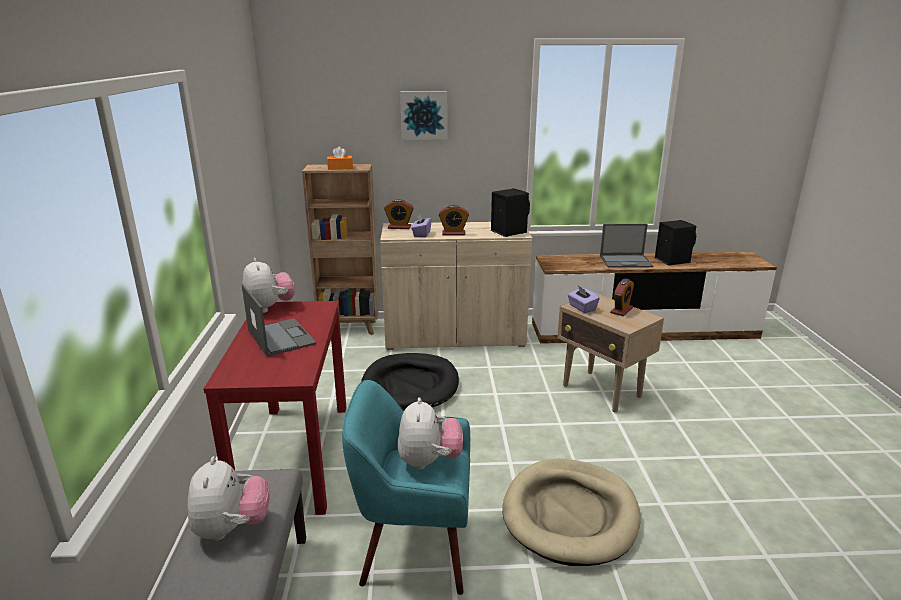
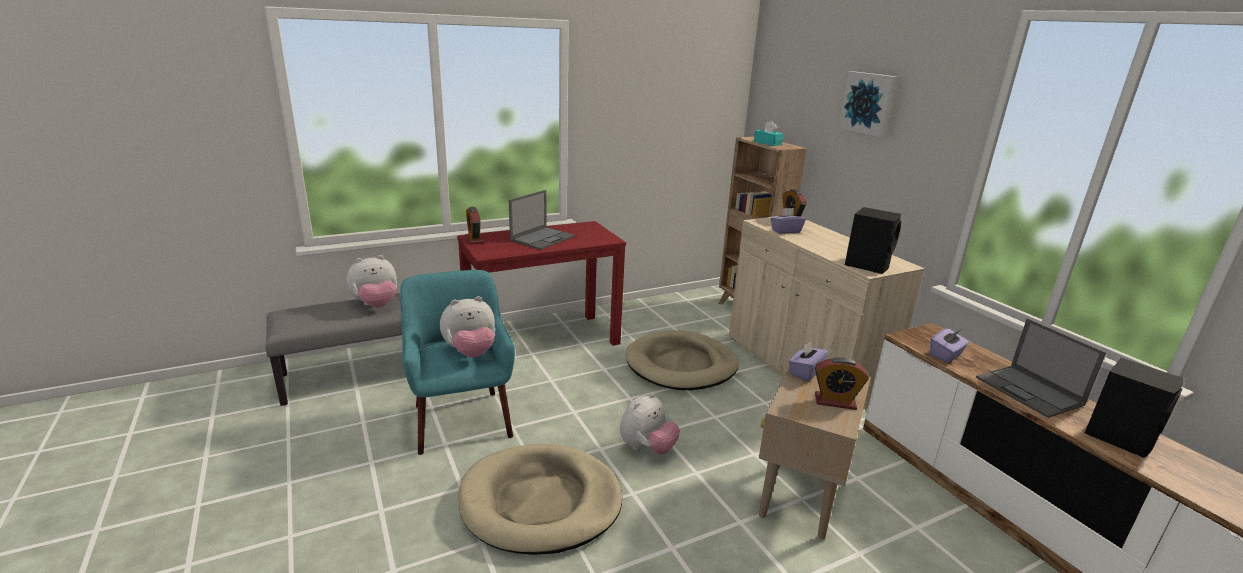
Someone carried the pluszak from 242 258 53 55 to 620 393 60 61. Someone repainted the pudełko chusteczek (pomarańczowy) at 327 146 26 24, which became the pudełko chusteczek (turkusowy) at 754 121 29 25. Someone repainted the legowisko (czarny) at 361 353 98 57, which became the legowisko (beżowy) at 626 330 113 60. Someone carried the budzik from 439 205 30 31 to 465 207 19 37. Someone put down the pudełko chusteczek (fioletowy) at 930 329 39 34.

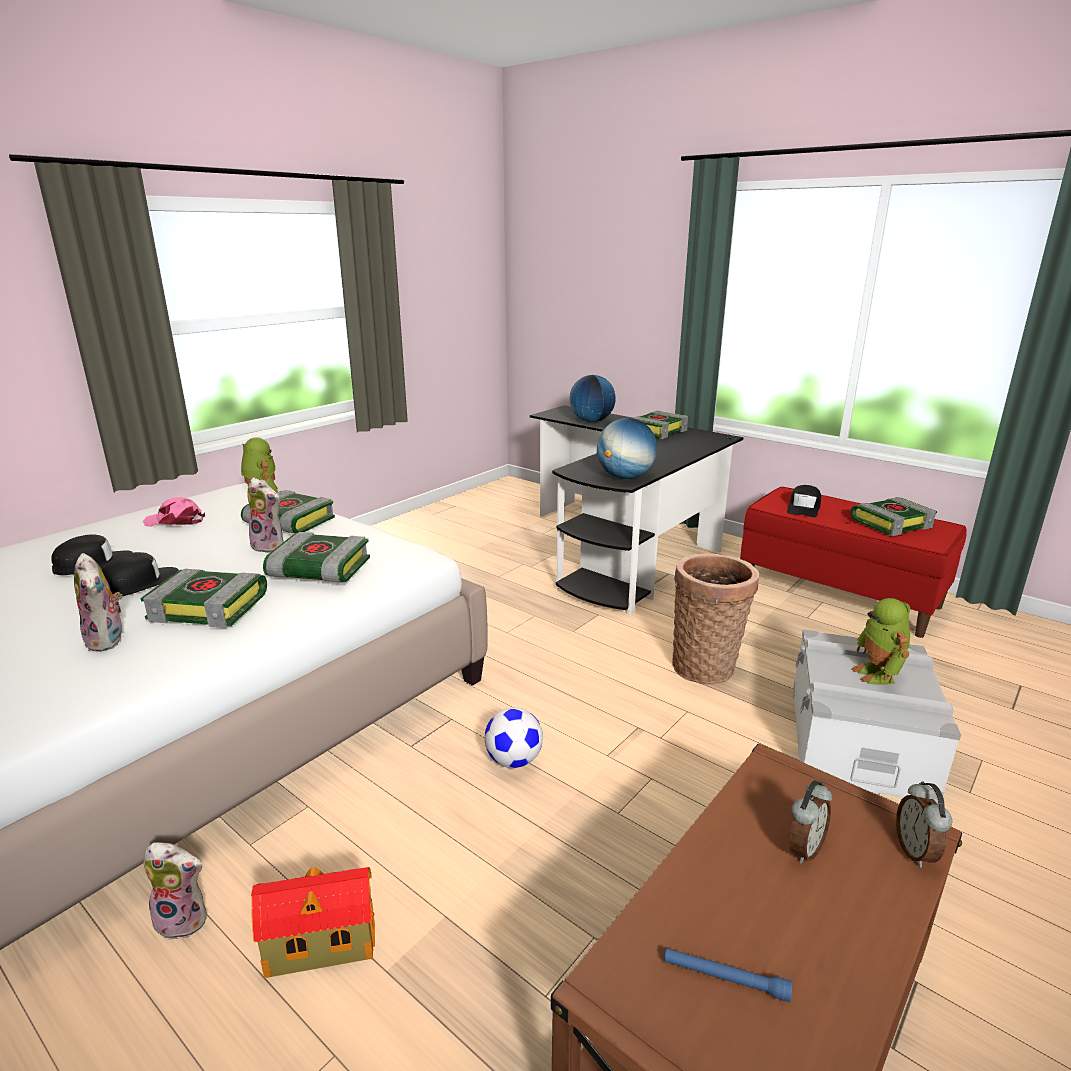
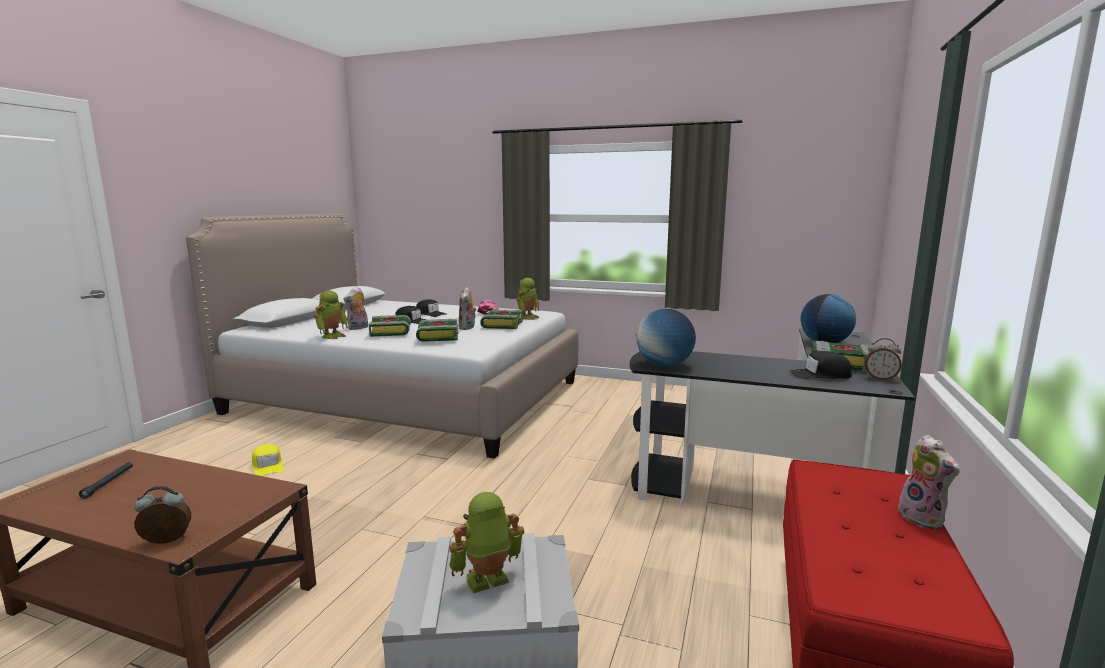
Someone carried the pluszak from 143 842 64 97 to 898 435 62 94. Someone swapped the domek at 251 867 124 111 for the czapka z daszkiem (żółty) at 252 444 32 32. Someone took away the piłka futbolowa at 484 707 59 61. Someone repainted the latarka (niebieski) at 664 948 128 54, which became the latarka (czarny) at 79 462 54 37. Someone took away the koszyk at 672 553 87 131. Someone carried the czapka z daszkiem (czarny) from 787 485 34 32 to 790 351 62 28. Someone carried the budzik from 789 780 43 84 to 865 338 37 43. Someone took away the książka at 850 497 87 39. Someone put down the robot zabawkowy at 314 290 34 49.

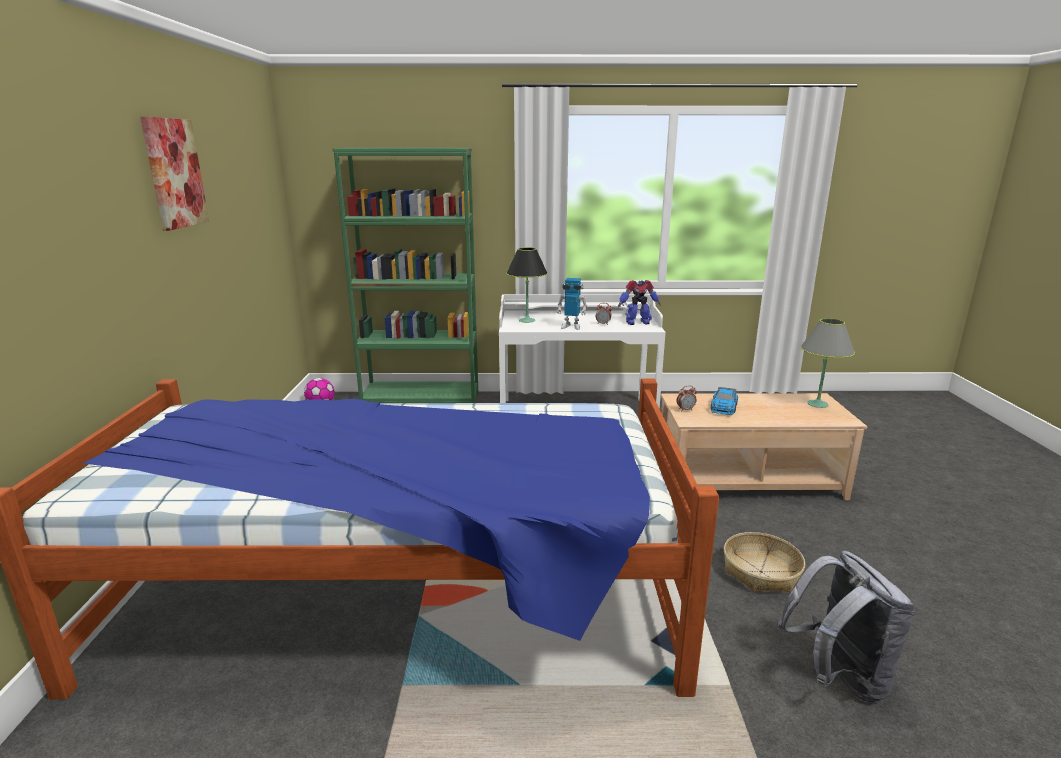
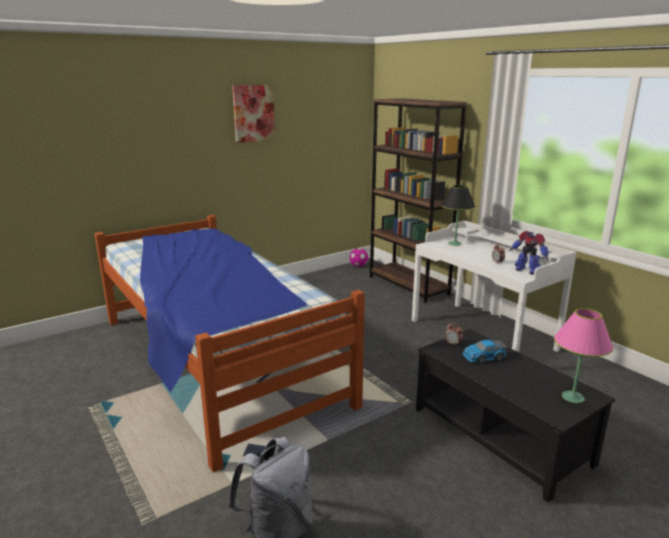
Someone repainted the regał (zielony) at 333 148 145 255, which became the regał (brązowy) at 370 98 97 205. Someone took away the robot zabawkowy at 557 278 30 52. Someone repainted the ława (beżowy) at 661 393 206 107, which became the ława (czarny) at 416 329 199 173. Someone took away the koszyk at 724 532 81 60. Someone repainted the lampa stołowa (szary) at 801 318 54 90, which became the lampa stołowa (różowy) at 554 308 59 95.

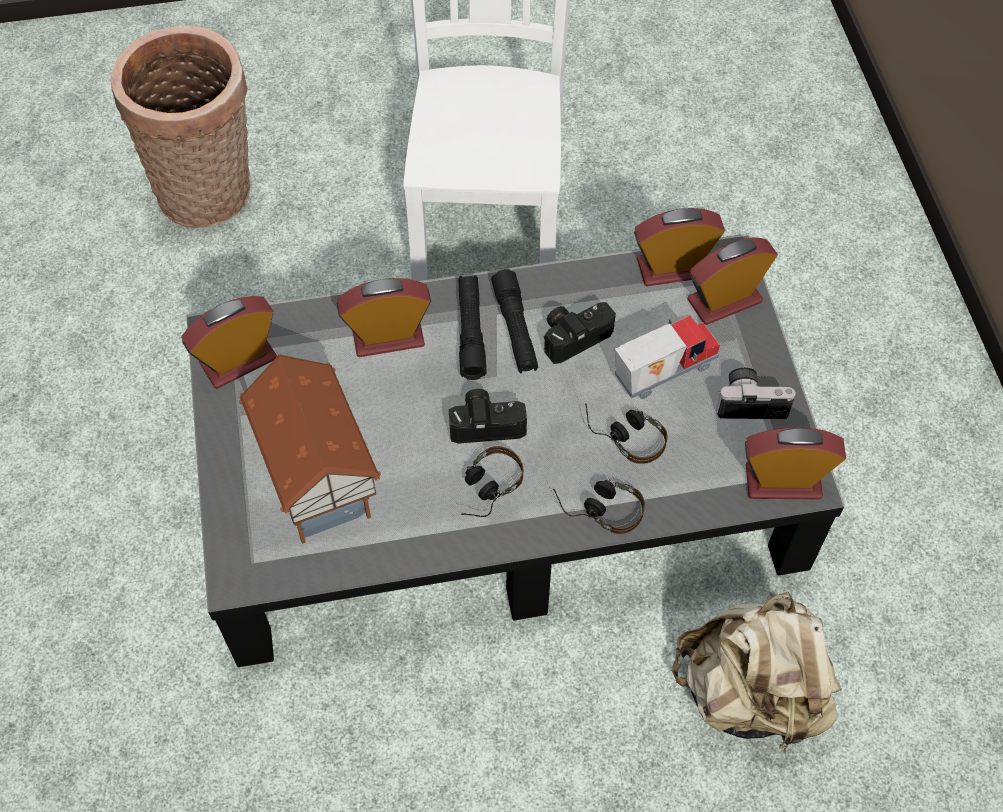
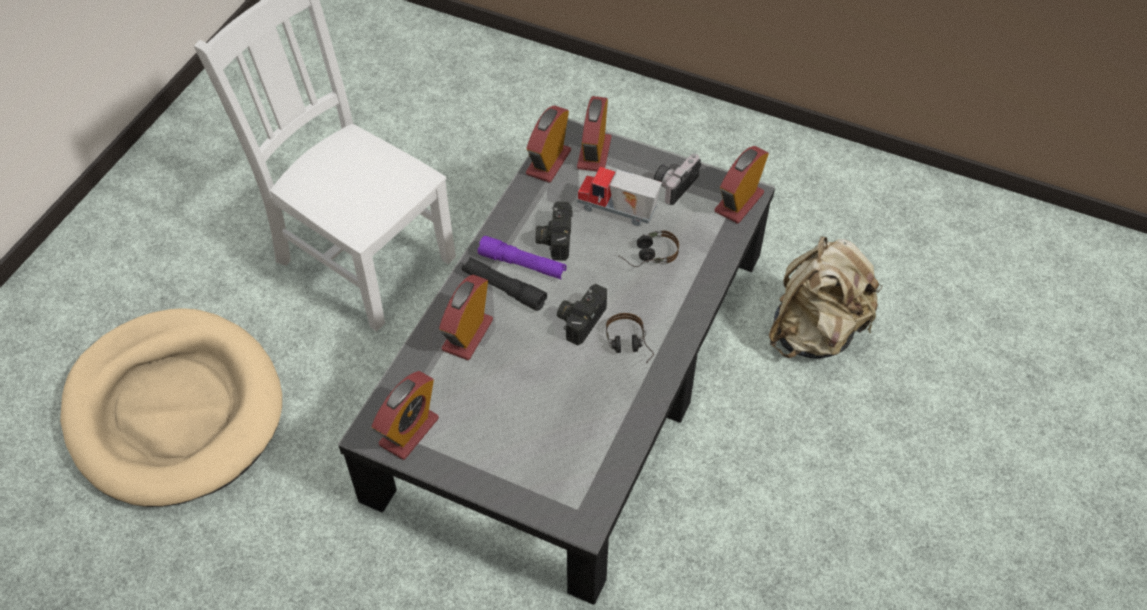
Someone swapped the koszyk at 110 25 141 203 for the legowisko (beżowy) at 60 308 222 199. Someone rotated the budzik at 181 296 96 93 by 150 degrees counterclockwise. Someone took away the domek at 239 354 142 190. Someone repainted the latarka (czarny) at 491 269 47 104, which became the latarka (fioletowy) at 478 236 89 43. Someone took away the słuchawki at 553 480 92 54. Someone rotated the ciężarówka zabawkowa at 614 315 106 84 by 75 degrees counterclockwise.

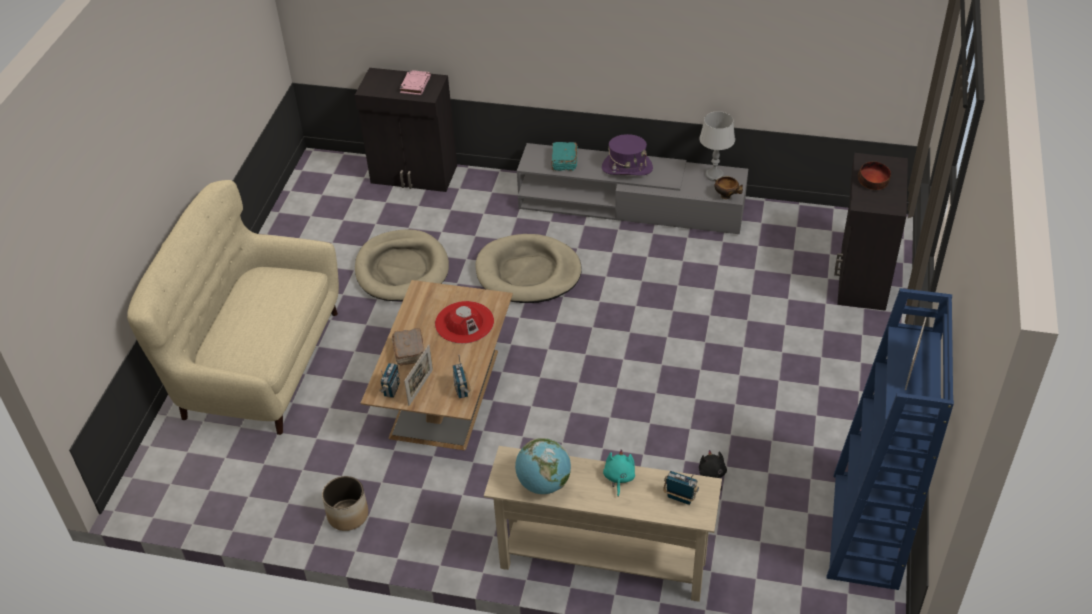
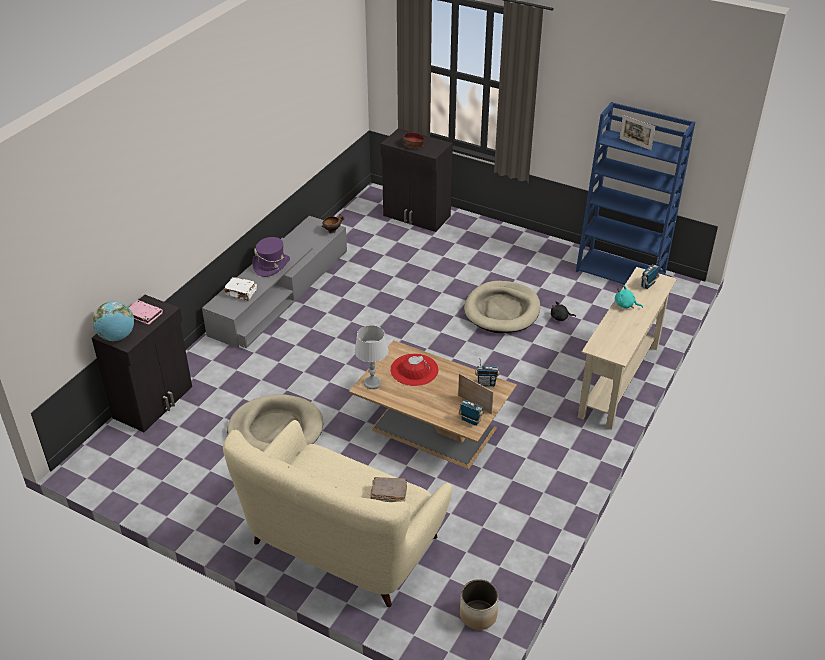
Someone carried the donica from 322 476 46 55 to 460 579 39 51. Someone carried the książka (brązowy) from 392 328 32 37 to 370 477 37 25. Someone carried the legowisko (beżowy) from 475 234 107 69 to 464 281 76 52. Someone carried the globus from 515 438 56 56 to 93 301 41 40. Someone repainted the książka (turkusowy) at 551 142 27 29, which became the książka (biały) at 223 277 34 24. Someone carried the lampa stołowa (szary) from 699 111 36 70 to 354 325 34 64.

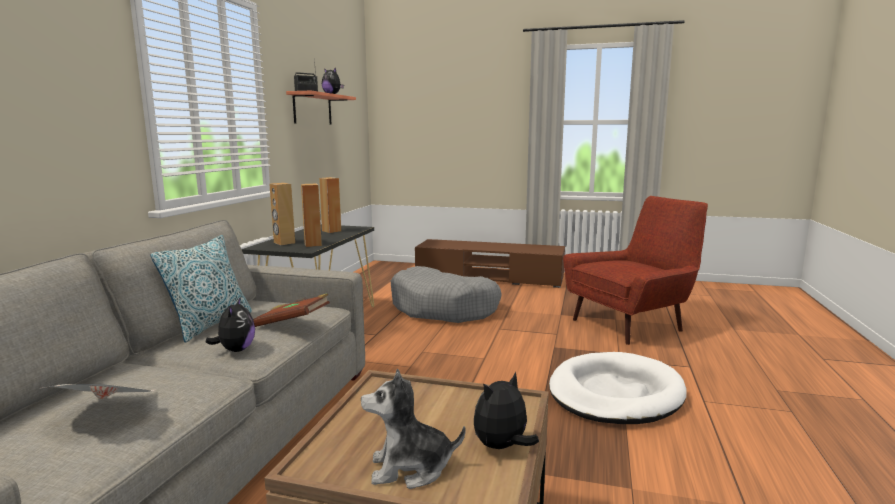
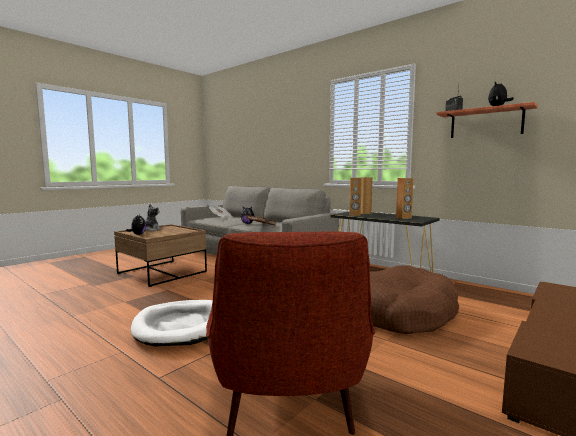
Someone took away the poduszka at 151 235 101 108. Someone repainted the legowisko (szary) at 391 266 111 57, which became the legowisko (brązowy) at 370 265 89 69.

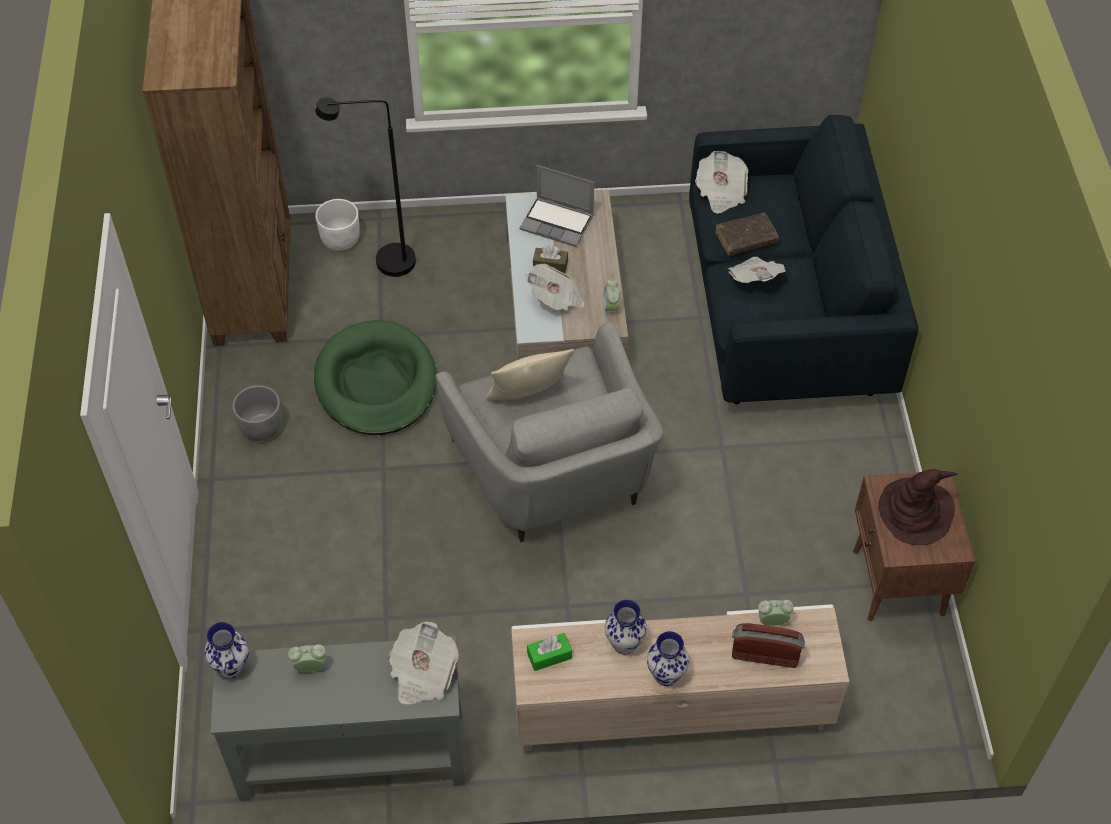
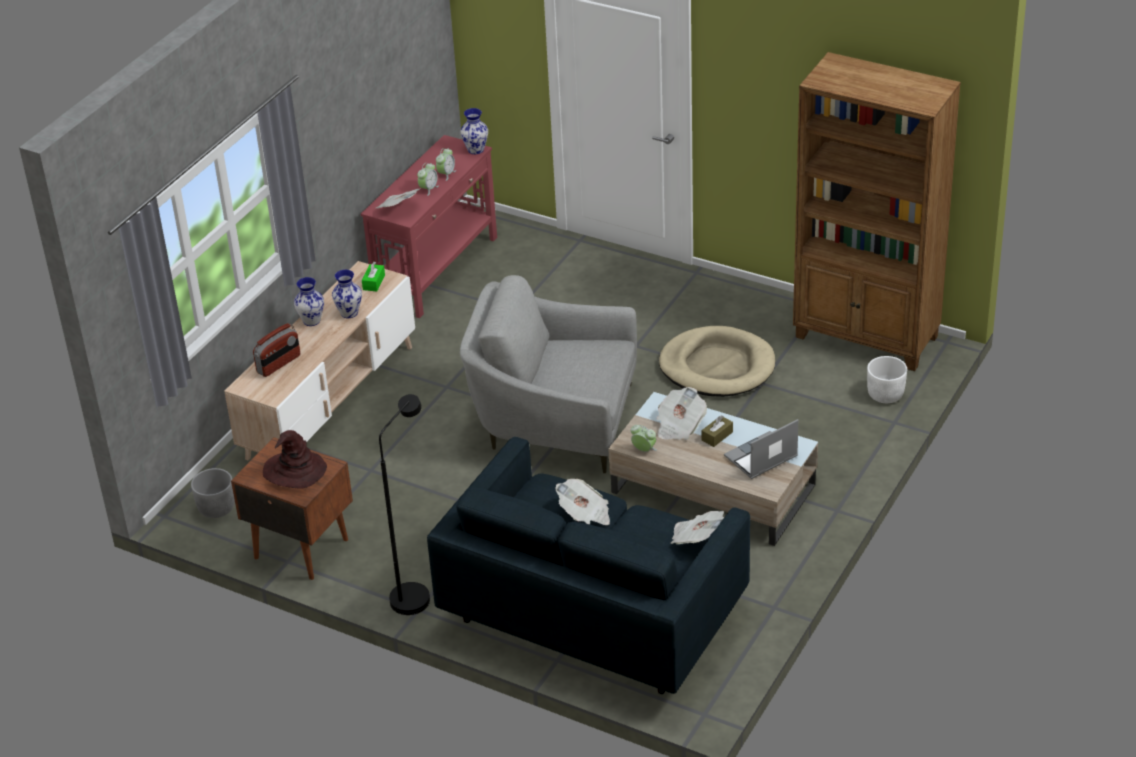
Someone repainted the stolik konsolowy (szary) at 210 637 255 164, which became the stolik konsolowy (czerwony) at 361 135 136 183. Someone carried the donica (szary) from 233 385 49 57 to 191 468 44 50. Someone repainted the legowisko (zielony) at 314 320 122 115, which became the legowisko (beżowy) at 659 326 116 71. Someone carried the lampa stojąca (czarny) from 315 98 101 179 to 379 394 51 221. Someone took away the poduszka (beżowy) at 486 349 88 51. Someone took away the książka (brązowy) at 715 213 64 42. Someone carried the budzik from 757 600 37 26 to 417 163 22 33.

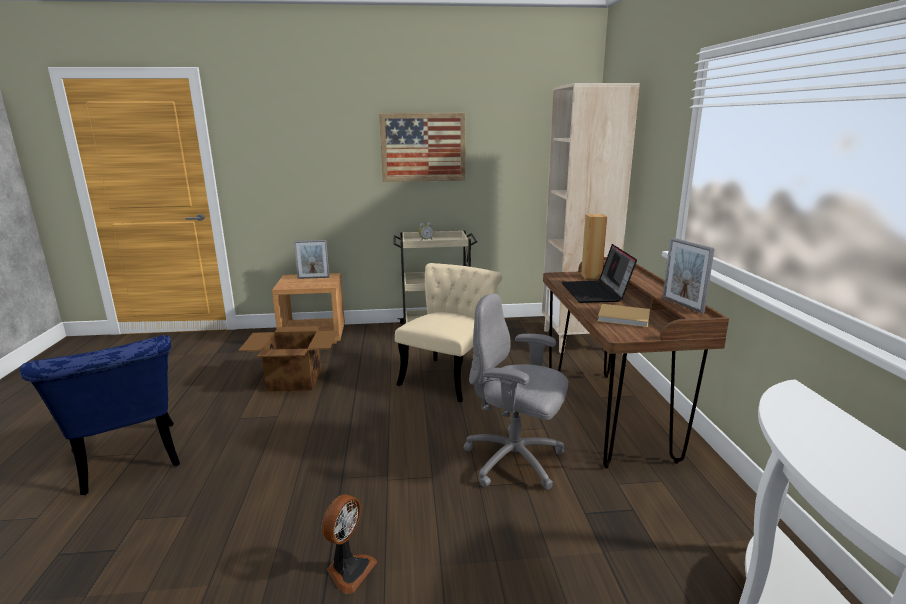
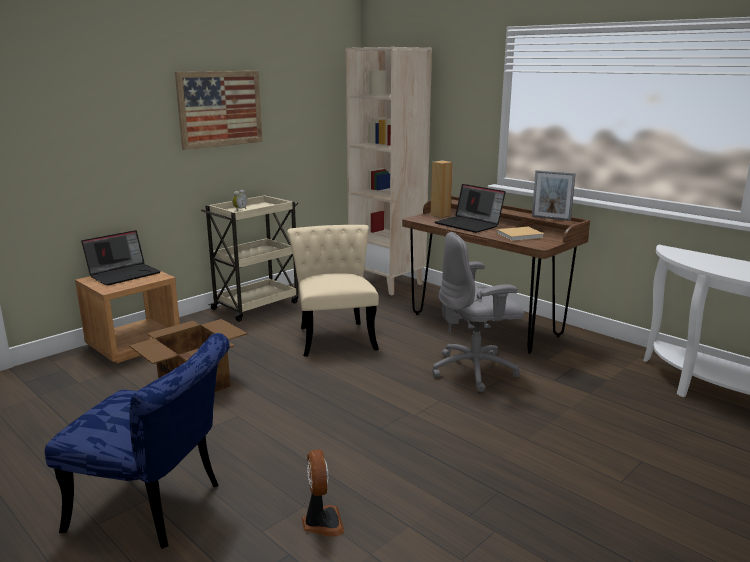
Someone swapped the ramka na zdjęcie at 294 240 36 39 for the laptop at 81 230 80 56. Someone carried the wentylator from 322 494 55 100 to 302 449 43 88.

